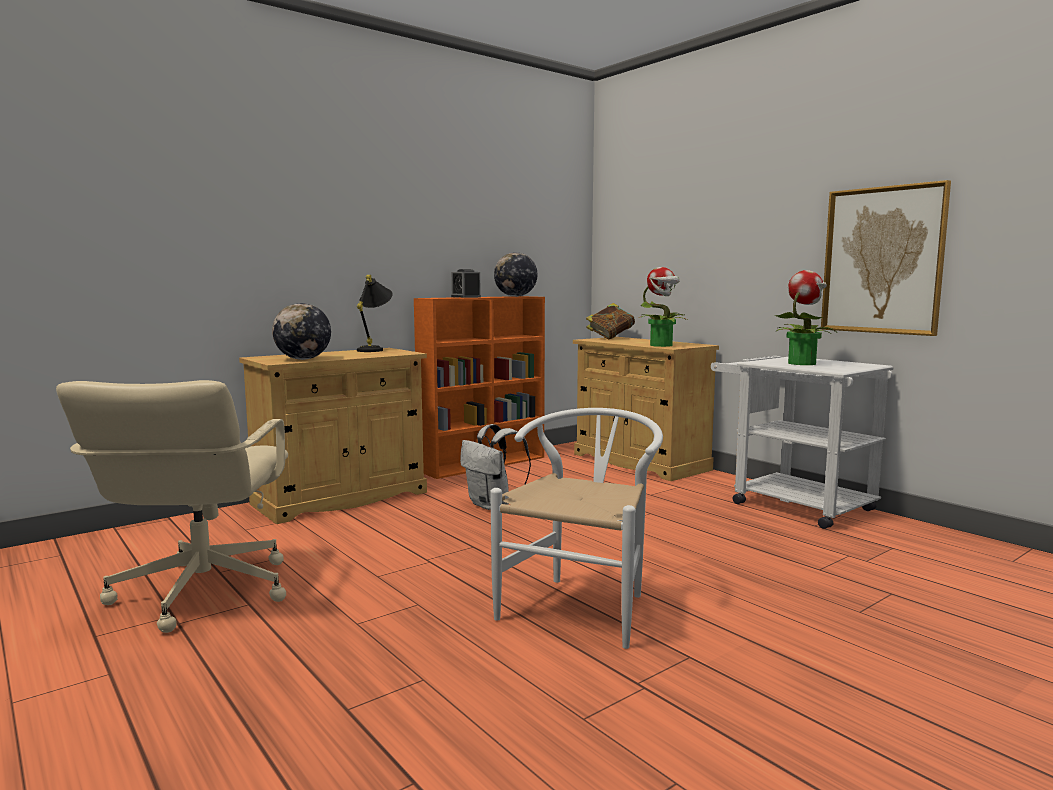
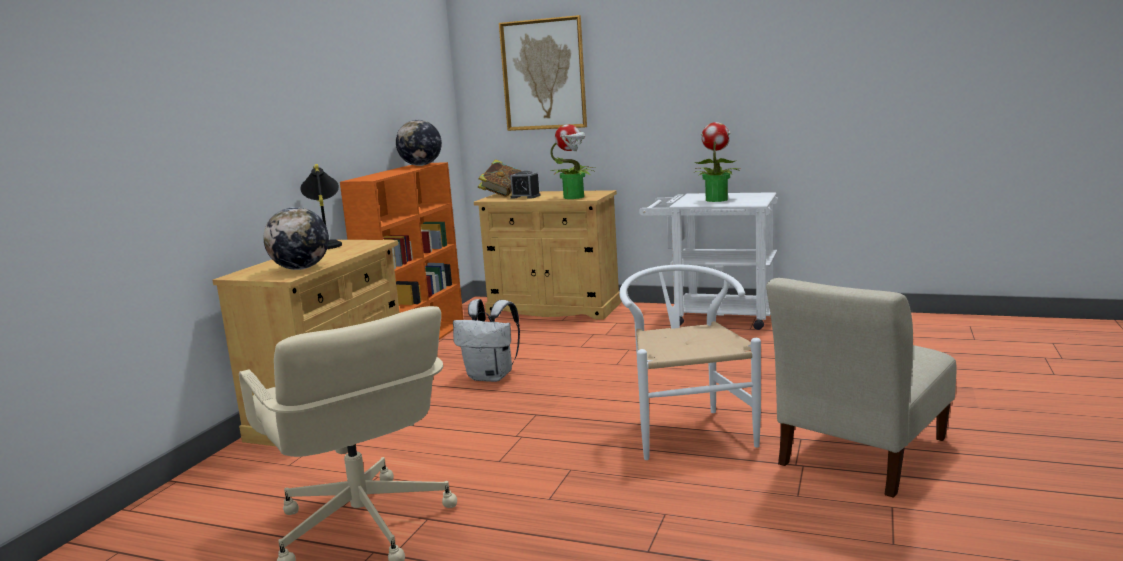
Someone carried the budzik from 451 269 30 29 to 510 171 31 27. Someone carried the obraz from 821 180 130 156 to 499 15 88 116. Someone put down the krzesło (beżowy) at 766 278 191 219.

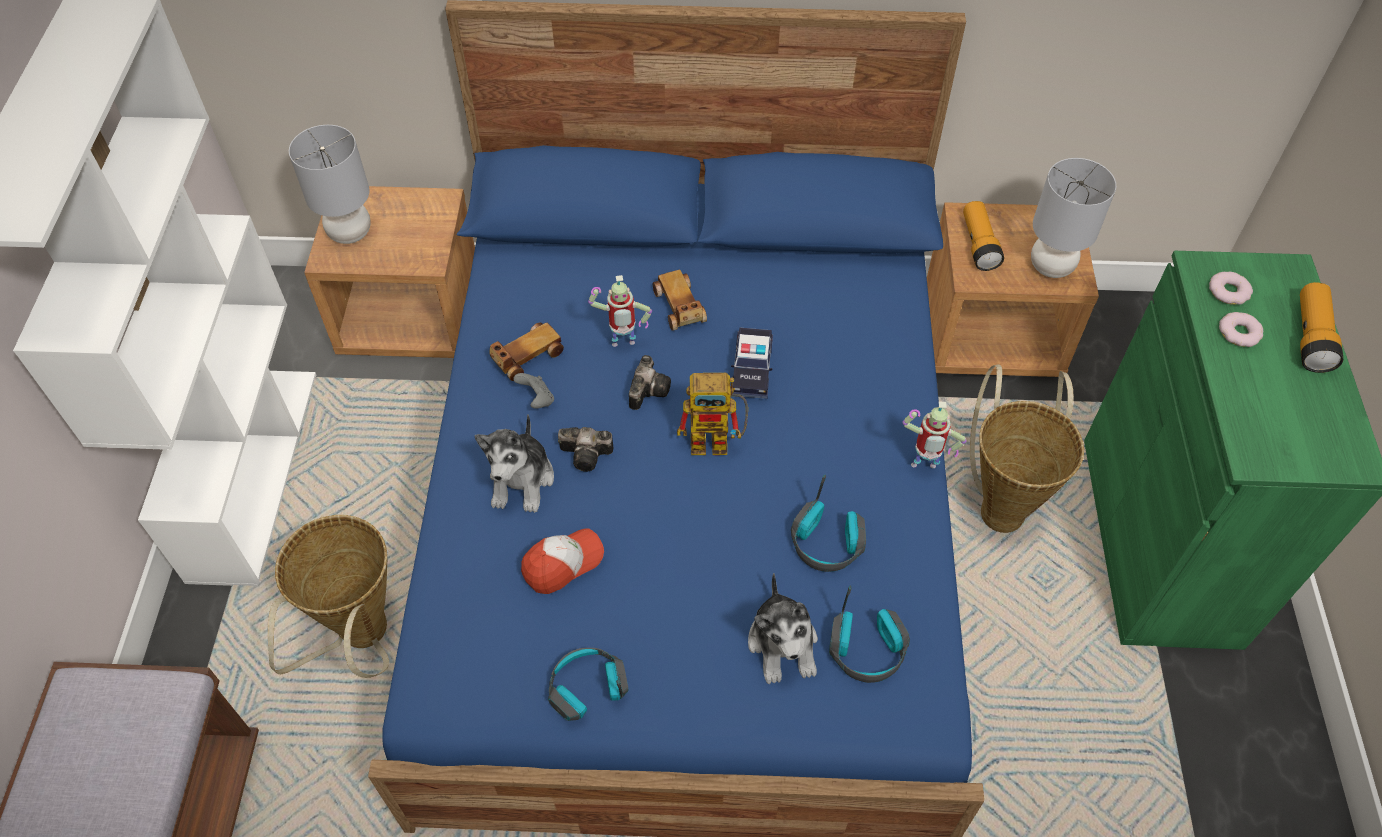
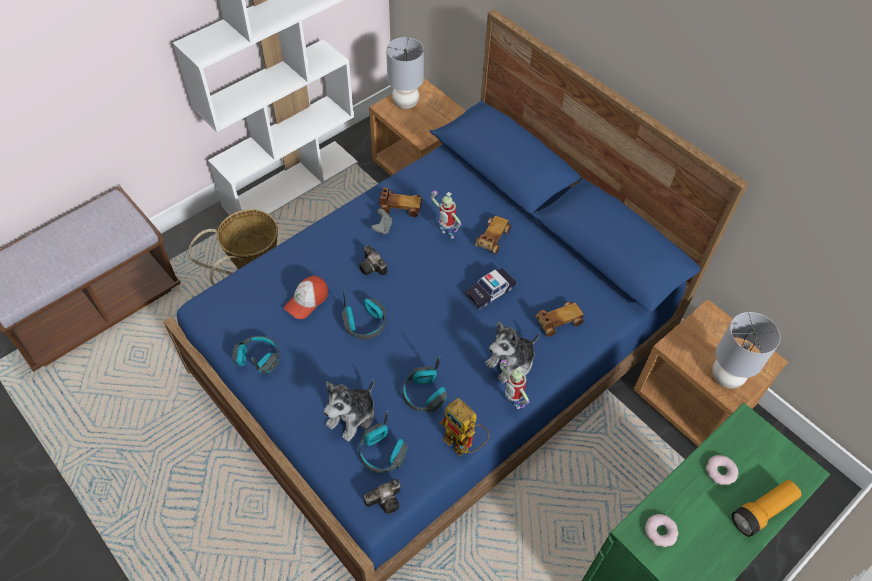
Someone carried the pluszak from 474 414 80 99 to 485 321 55 63. Someone rotated the czapka z daszkiem at 521 528 83 66 by 120 degrees clockwise. Someone carried the aparat fotograficzny from 629 355 42 55 to 364 479 37 35. Someone carried the robot zabawkowy from 677 373 71 82 to 440 398 49 58. Someone took away the latarka at 963 201 41 70. Someone took away the koszyk at 970 364 114 169. Someone carried the donut from 1209 272 44 33 to 645 514 33 33. Someone put down the słuchawki at 342 290 44 50. Someone put down the samochodzik at 535 301 49 36.

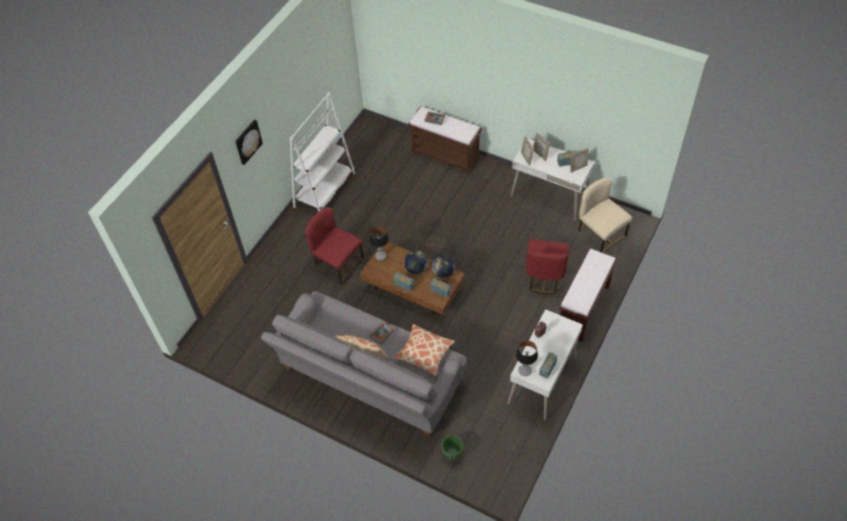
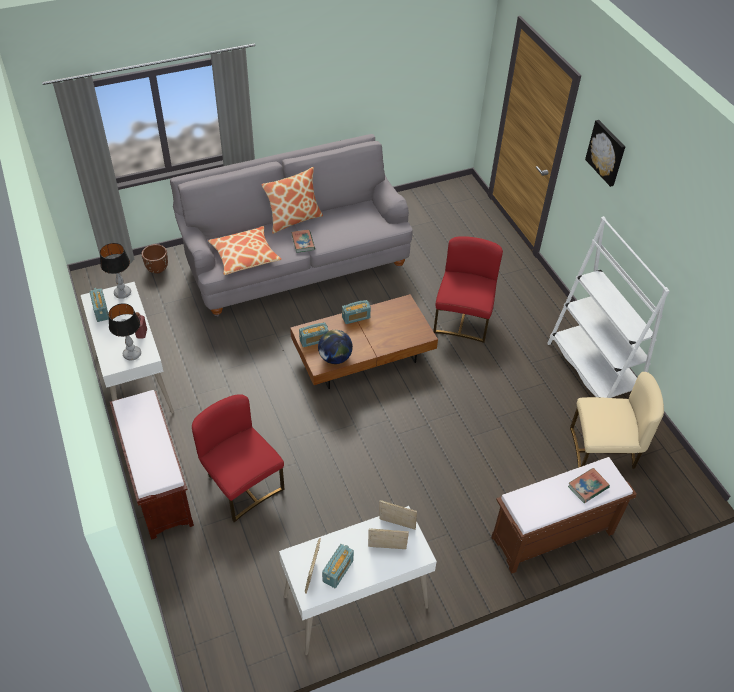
Someone rotated the krzesło (czerwony) at 305 207 59 78 by 60 degrees counterclockwise. Someone carried the lampa stołowa from 369 227 20 34 to 108 303 33 57. Someone took away the globus at 404 250 24 24. Someone repainted the donica (zielony) at 441 435 22 25, which became the donica (brązowy) at 142 244 26 30. Someone carried the krzesło (beżowy) from 579 178 53 75 to 570 372 94 97.

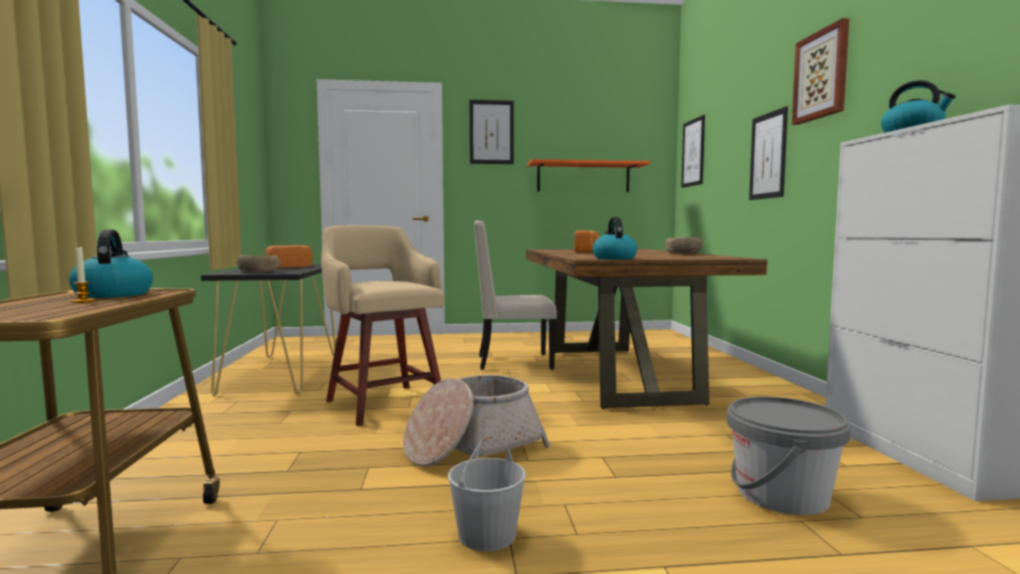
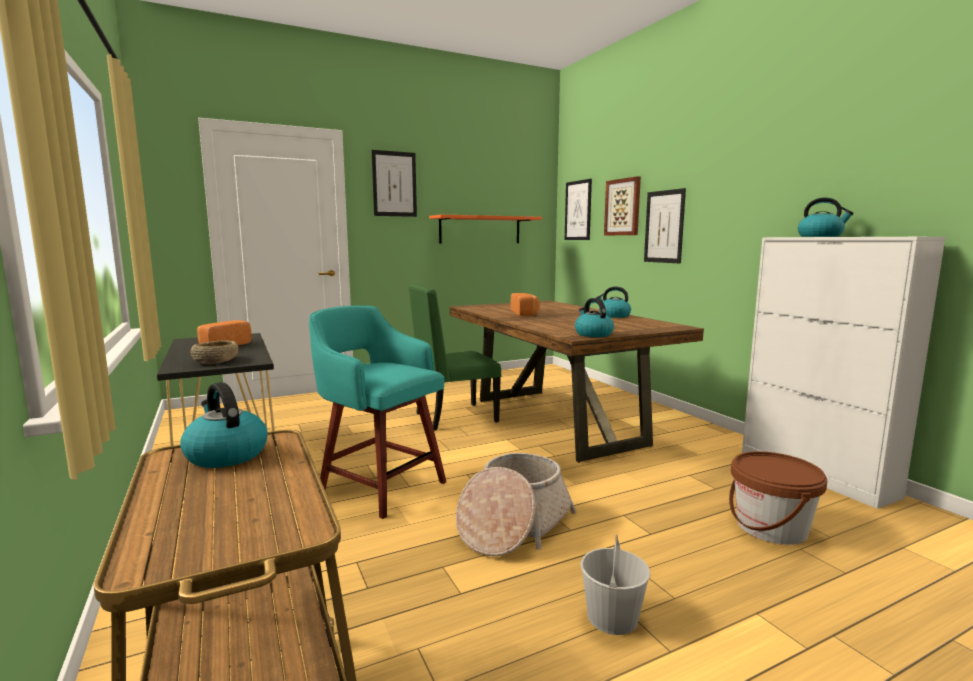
Someone took away the świeca at 71 247 24 56. Someone repainted the stołek (beżowy) at 321 225 123 201, which became the stołek (turkusowy) at 309 305 137 214. Someone repainted the krzesło (beżowy) at 474 220 83 150, which became the krzesło (zielony) at 409 284 92 147. Someone swapped the miska (beżowy) at 665 237 38 17 for the czajnik at 596 286 35 32. Someone repainted the wiadro (szary) at 727 397 124 118, which became the wiadro (brązowy) at 729 451 98 94. Someone carried the obraz from 792 18 57 107 to 604 176 37 59.

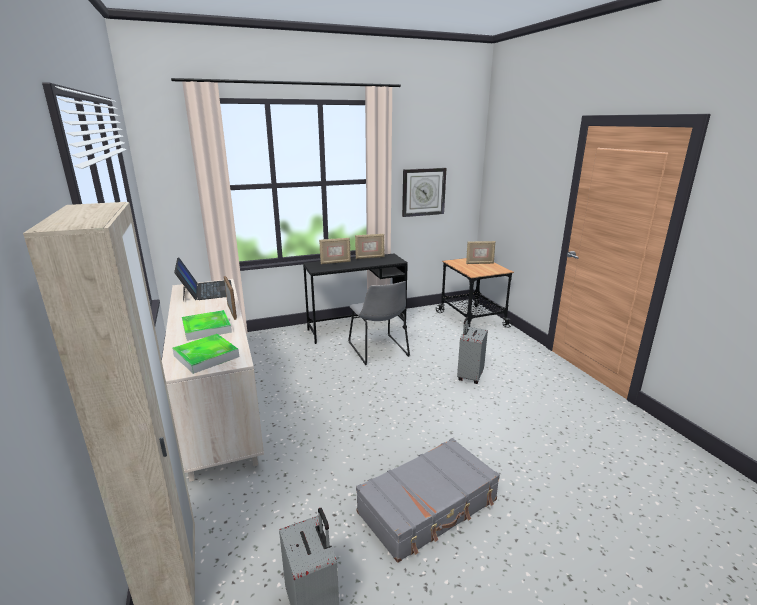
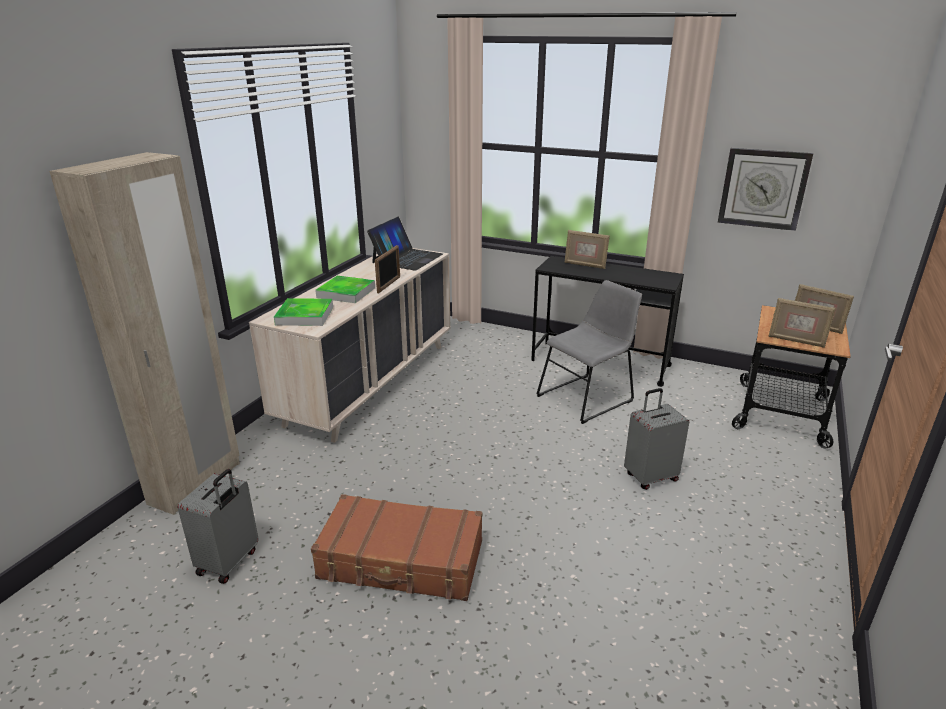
Someone rotated the krzesło (szary) at 348 281 62 84 by 150 degrees counterclockwise. Someone carried the ramka na zdjęcie from 355 234 29 25 to 769 298 67 50. Someone repainted the walizka (szary) at 356 438 144 125, which became the walizka (brązowy) at 311 494 171 107.

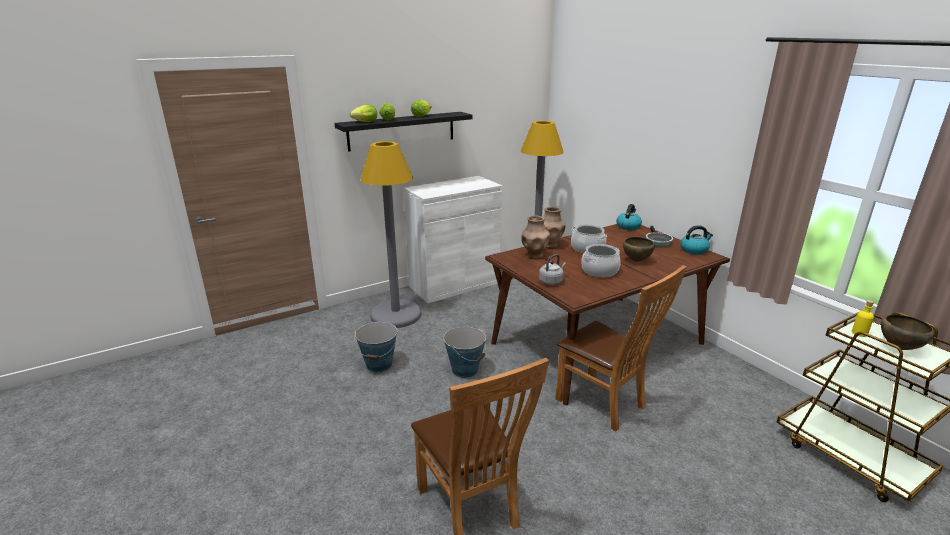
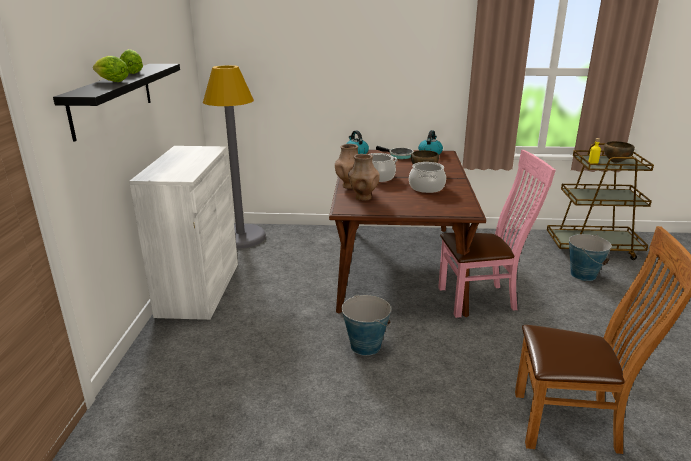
Someone took away the sałata at 350 105 27 17. Someone carried the wiadro from 354 322 43 51 to 569 234 43 47. Someone took away the lampa stojąca (szary) at 360 141 62 187. Someone took away the czajnik (szary) at 539 254 27 31. Someone repainted the krzesło (brązowy) at 555 265 132 166, which became the krzesło (różowy) at 438 150 118 168.

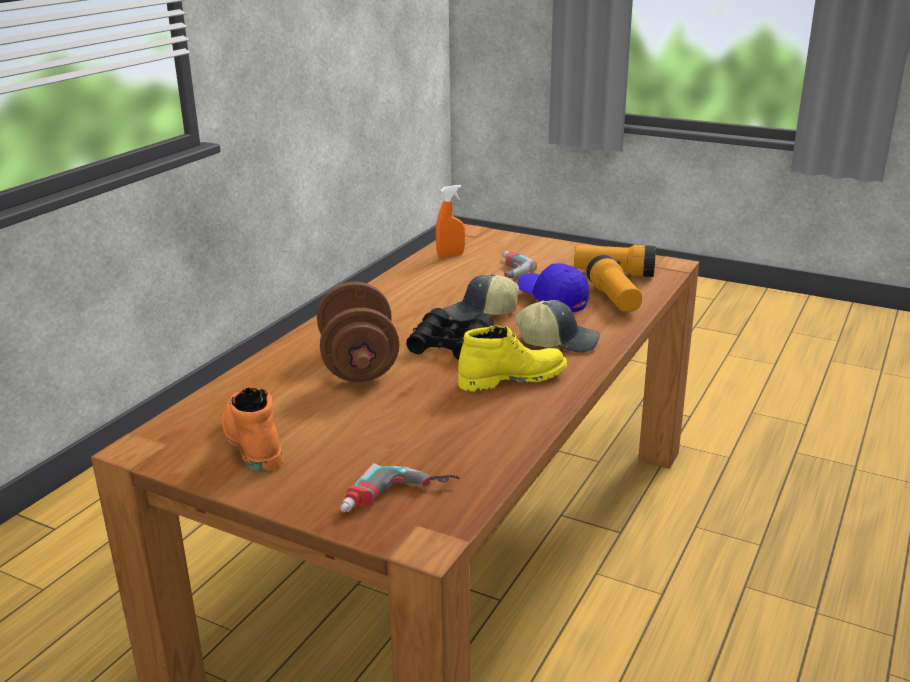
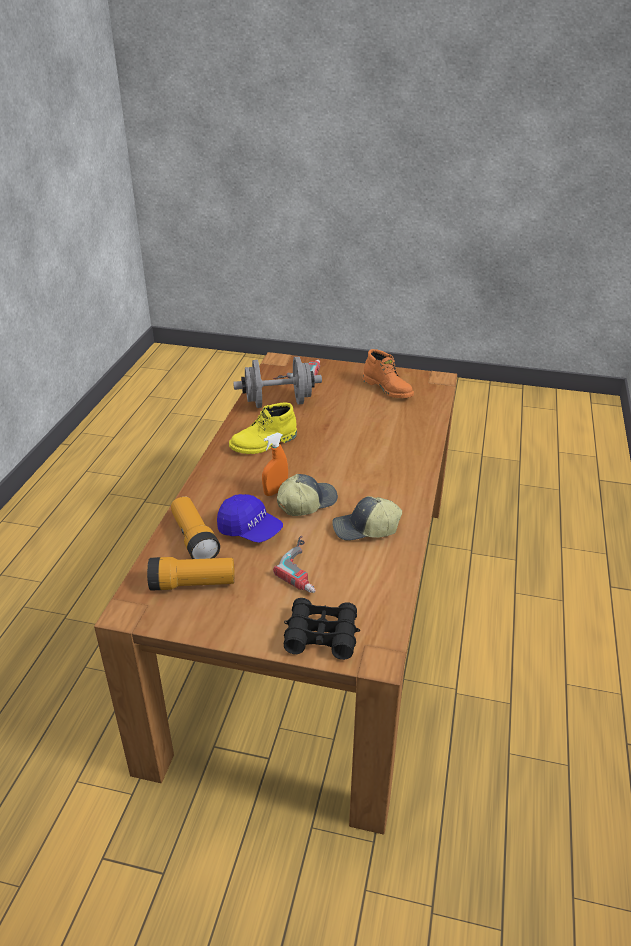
Someone took away the hantel (brązowy) at 317 282 82 100. Someone carried the lornetka (czarny) from 406 308 88 52 to 284 598 76 62. Someone carried the spryskiwacz (pomarańczowy) from 436 185 29 73 to 262 433 26 63. Someone carried the czapka z daszkiem from 515 300 85 53 to 332 496 70 45. Someone put down the hantel (szary) at 233 357 89 51.

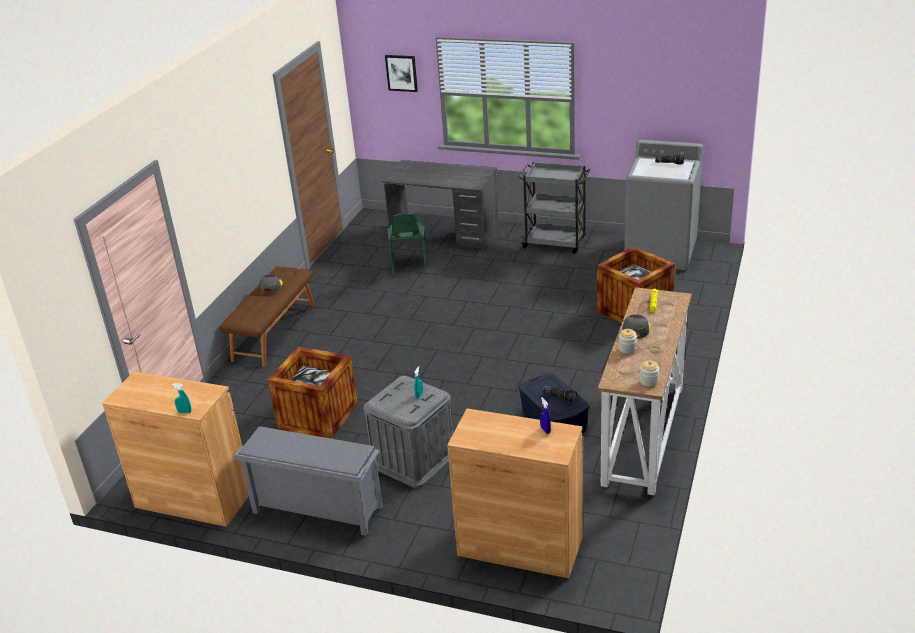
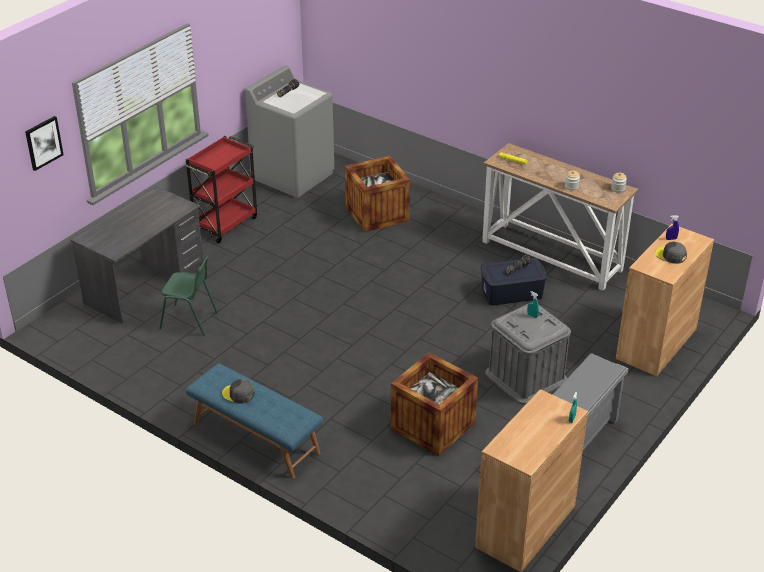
Someone repainted the ławka (brązowy) at 220 266 95 101, which became the ławka (niebieski) at 186 363 137 116. Someone repainted the wózek (szary) at 519 162 71 92, which became the wózek (czerwony) at 184 136 73 107. Someone carried the czapka z daszkiem (szary) from 622 314 29 24 to 655 242 32 22.

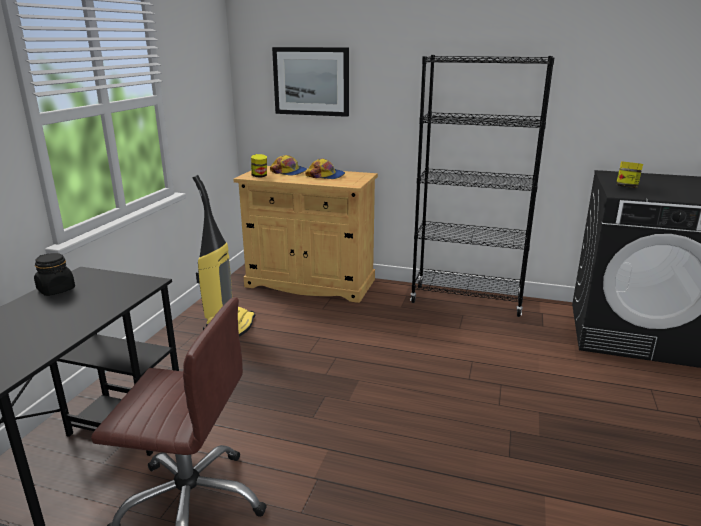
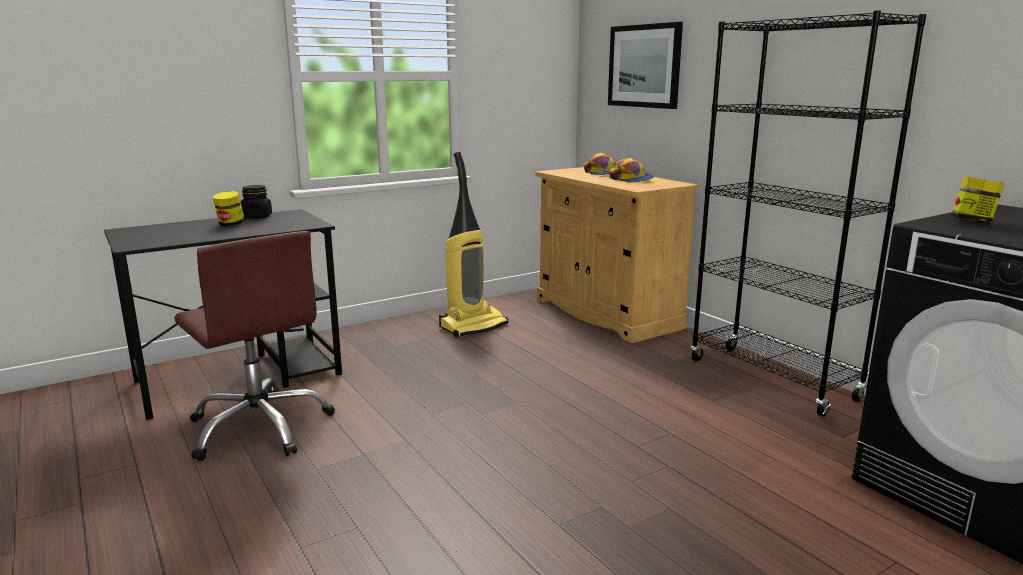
Someone carried the słoik from 251 154 16 23 to 213 191 32 35.

